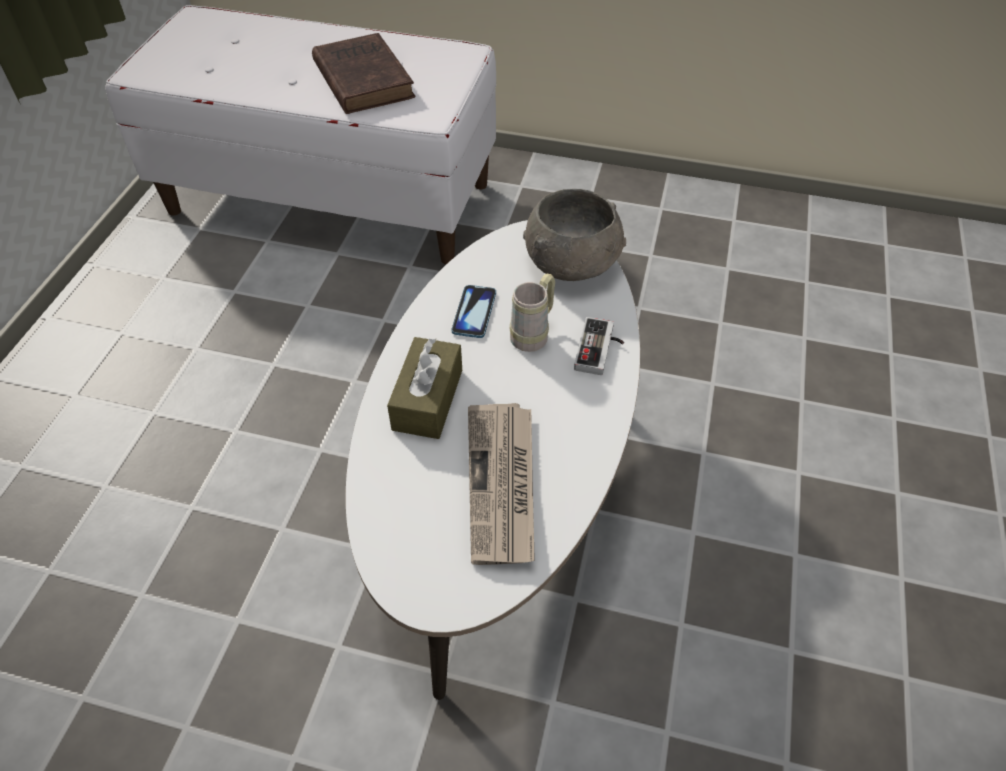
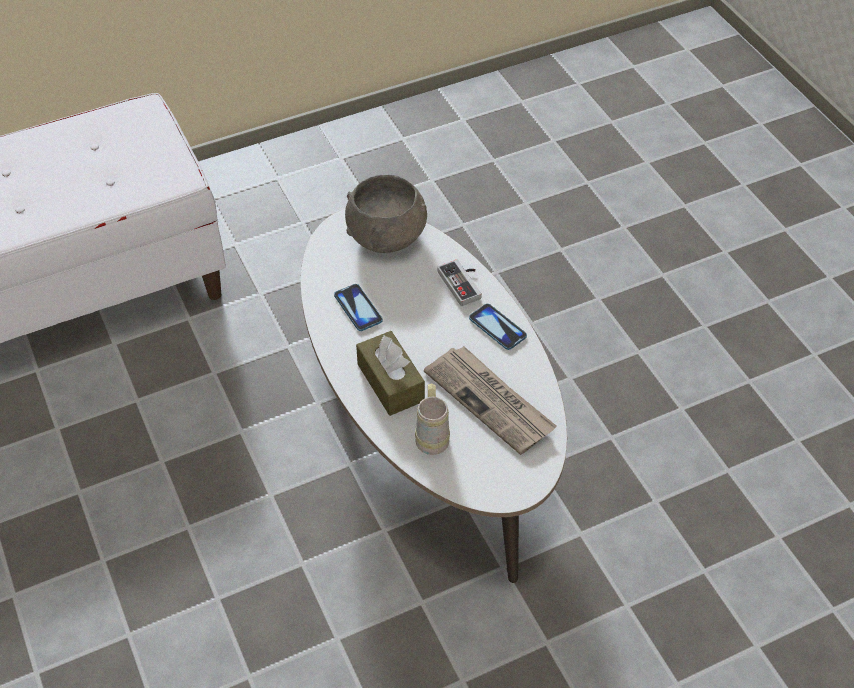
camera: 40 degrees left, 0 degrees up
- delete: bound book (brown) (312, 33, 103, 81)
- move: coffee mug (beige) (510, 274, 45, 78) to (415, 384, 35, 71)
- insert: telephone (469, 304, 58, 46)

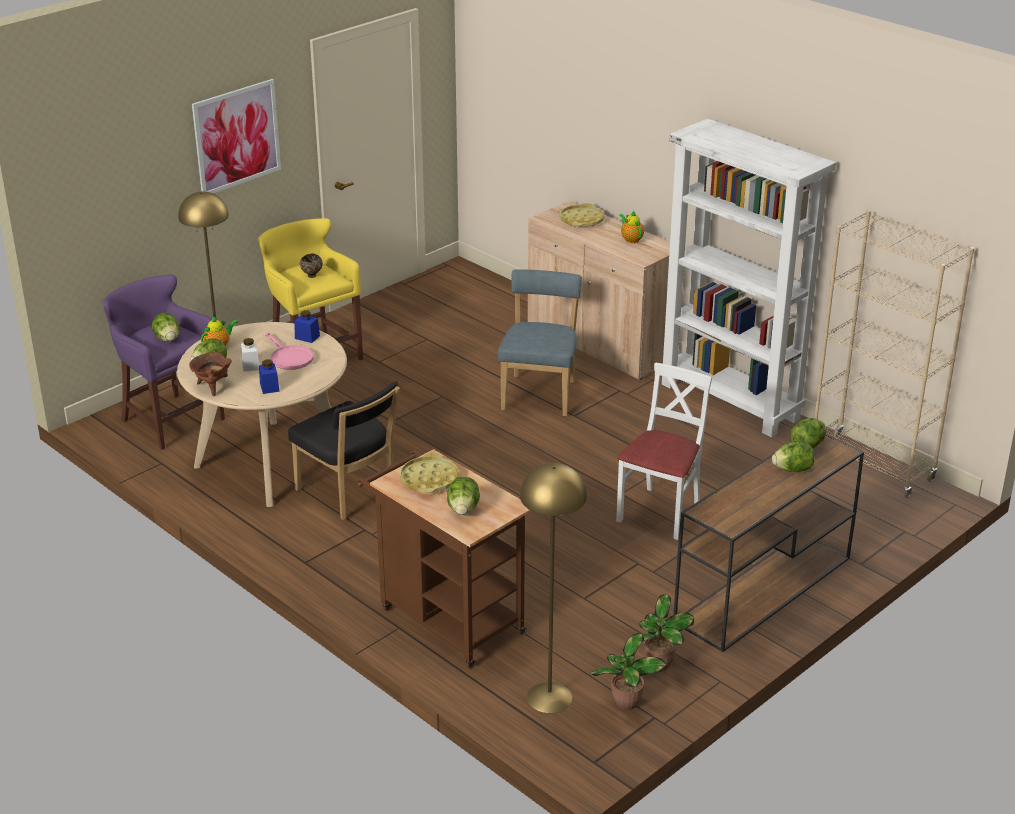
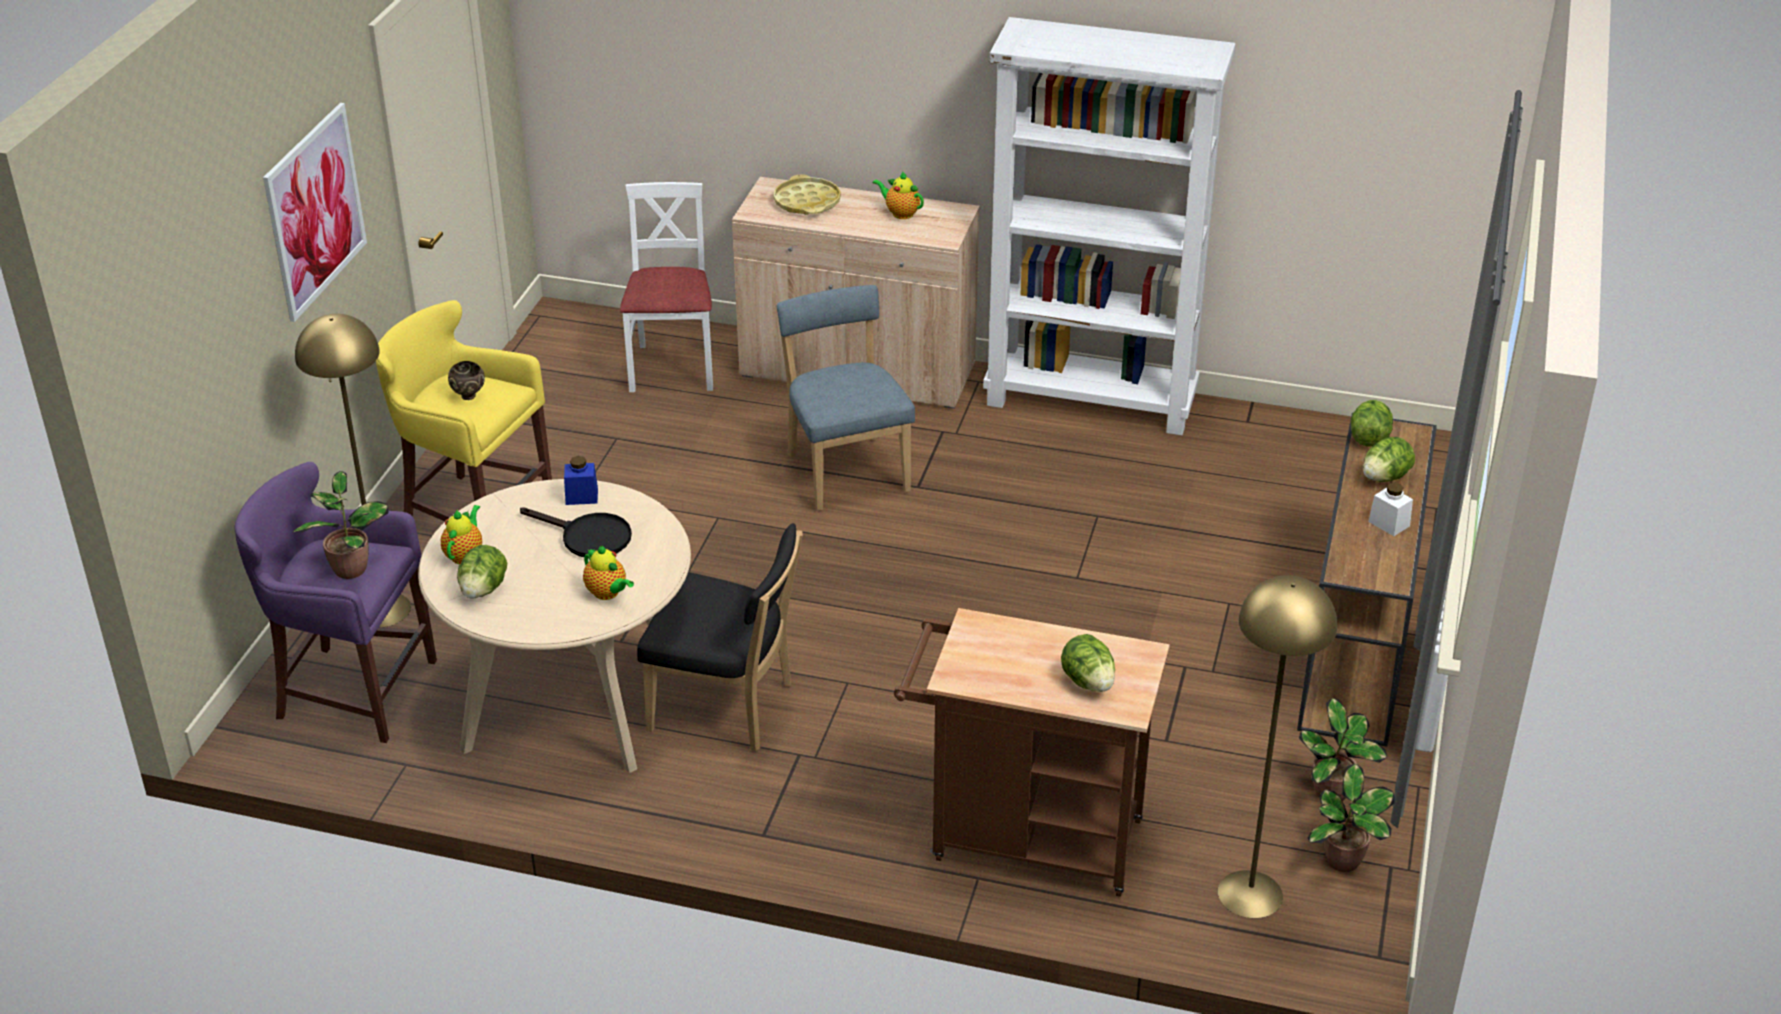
camera: 30 degrees left, 5 degrees up
- delete: shelving unit (beige) (814, 210, 160, 288)
- replace: lettuce (152, 313, 27, 29) to plant in a pot (293, 471, 96, 108)
- recolor: frying pan (pinkish) (266, 332, 47, 38) to frying pan (black-coloured) (520, 507, 112, 50)
- move: preserve jar (whitish) (241, 338, 18, 34) to (1368, 483, 45, 53)
- delete: saucepot (brown) (189, 352, 43, 44)
- replace: preserve jar (blue) (259, 359, 21, 35) to pot for tea (583, 546, 51, 54)
- move: upright chair (whitish) (616, 362, 96, 178) to (620, 182, 93, 210)
- delete: carrying tray (yellow) (400, 453, 59, 40)

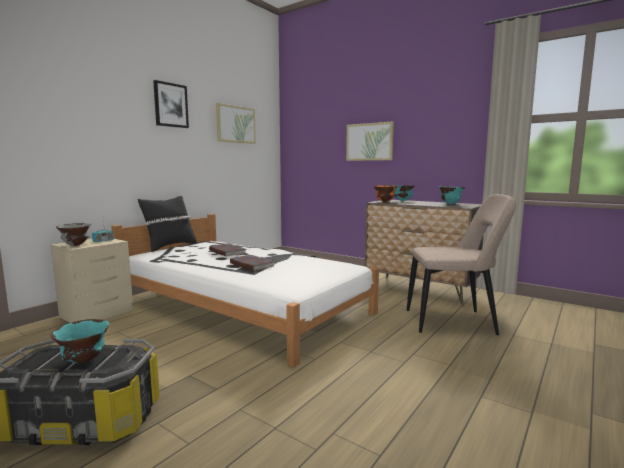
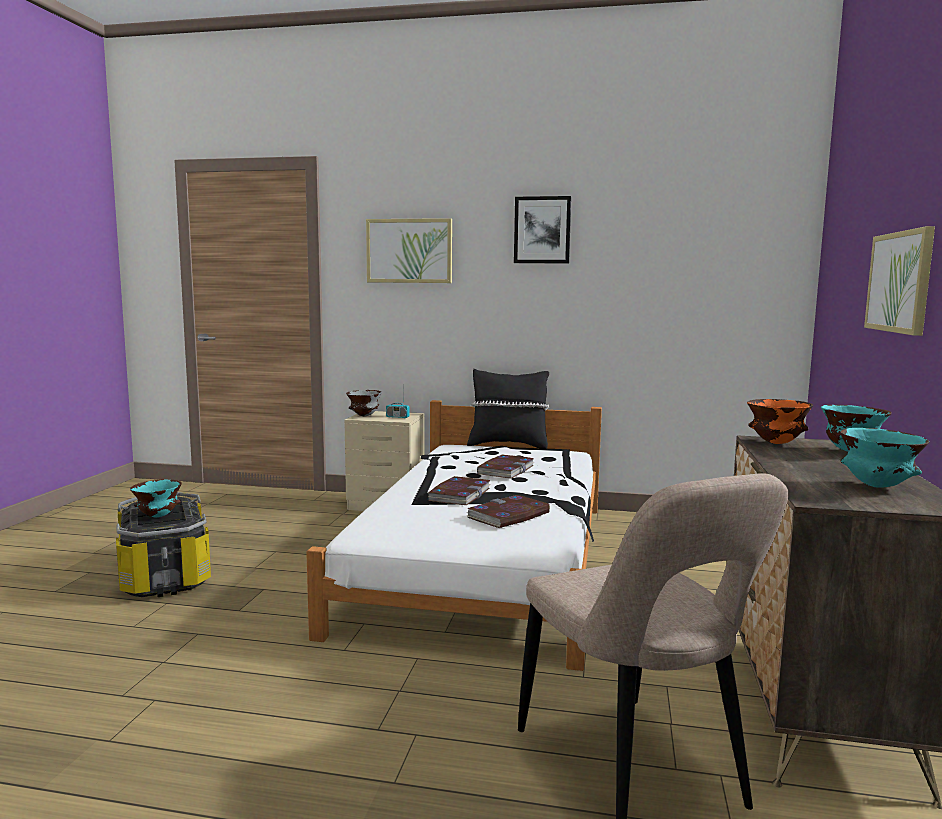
camera: 65 degrees right, 0 degrees up
- move: wall picture (216, 103, 40, 41) to (366, 218, 86, 65)
- insert: bound book (467, 495, 83, 33)

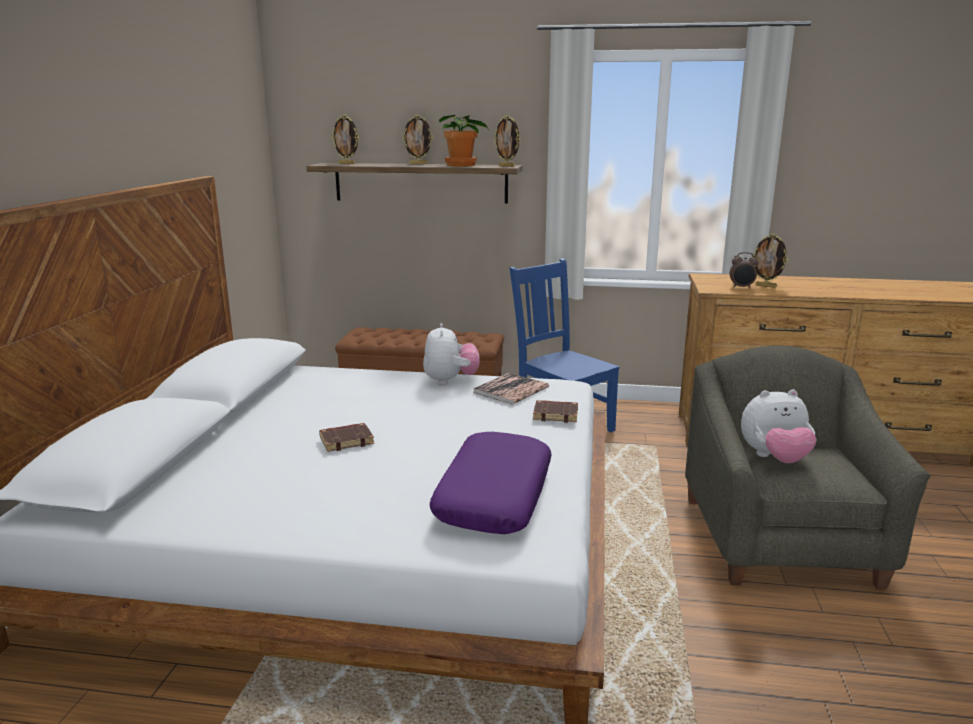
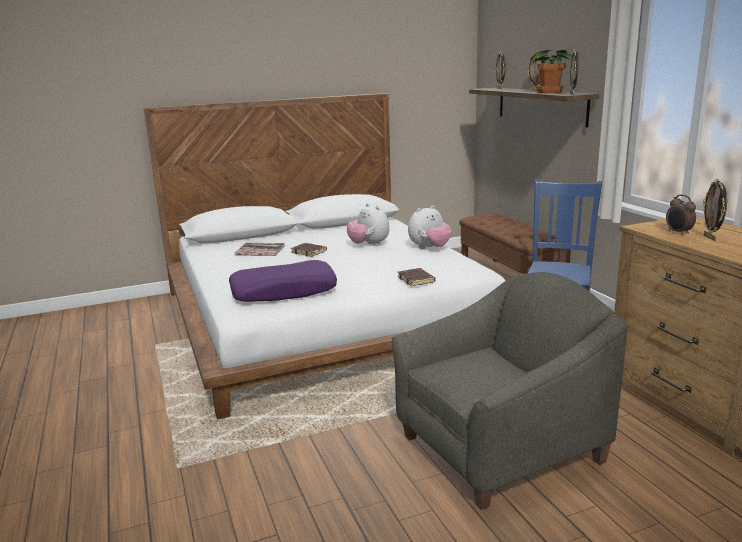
camera: 60 degrees right, 0 degrees up
- move: bound book (473, 373, 76, 32) to (235, 243, 49, 13)
- move: soft toy (741, 389, 76, 74) to (347, 203, 42, 43)

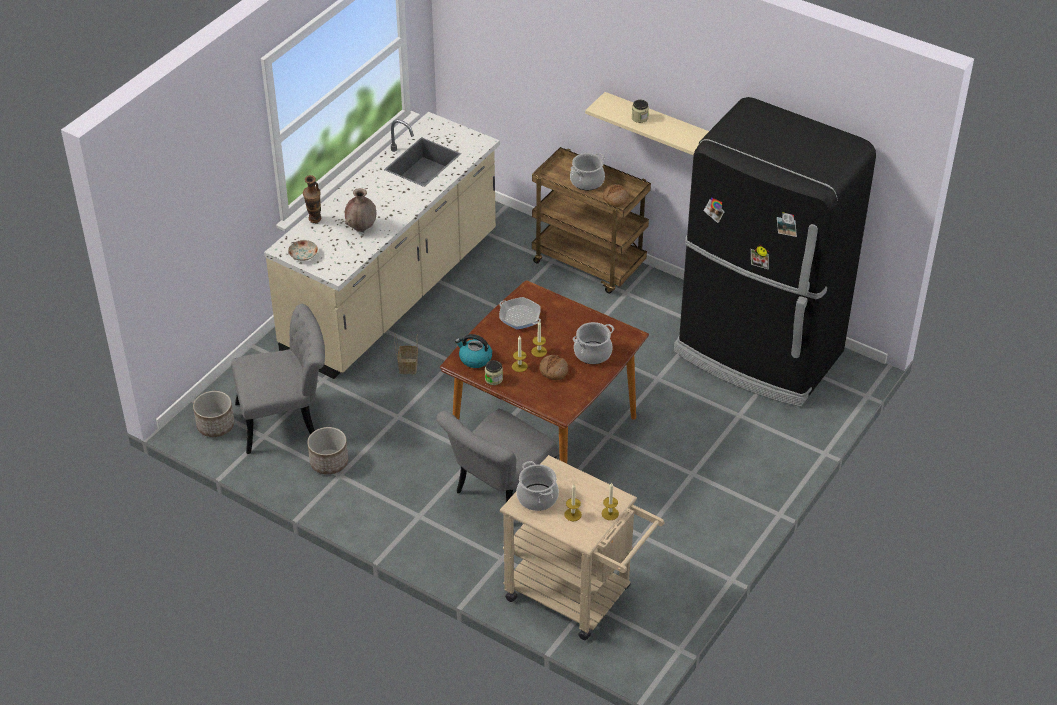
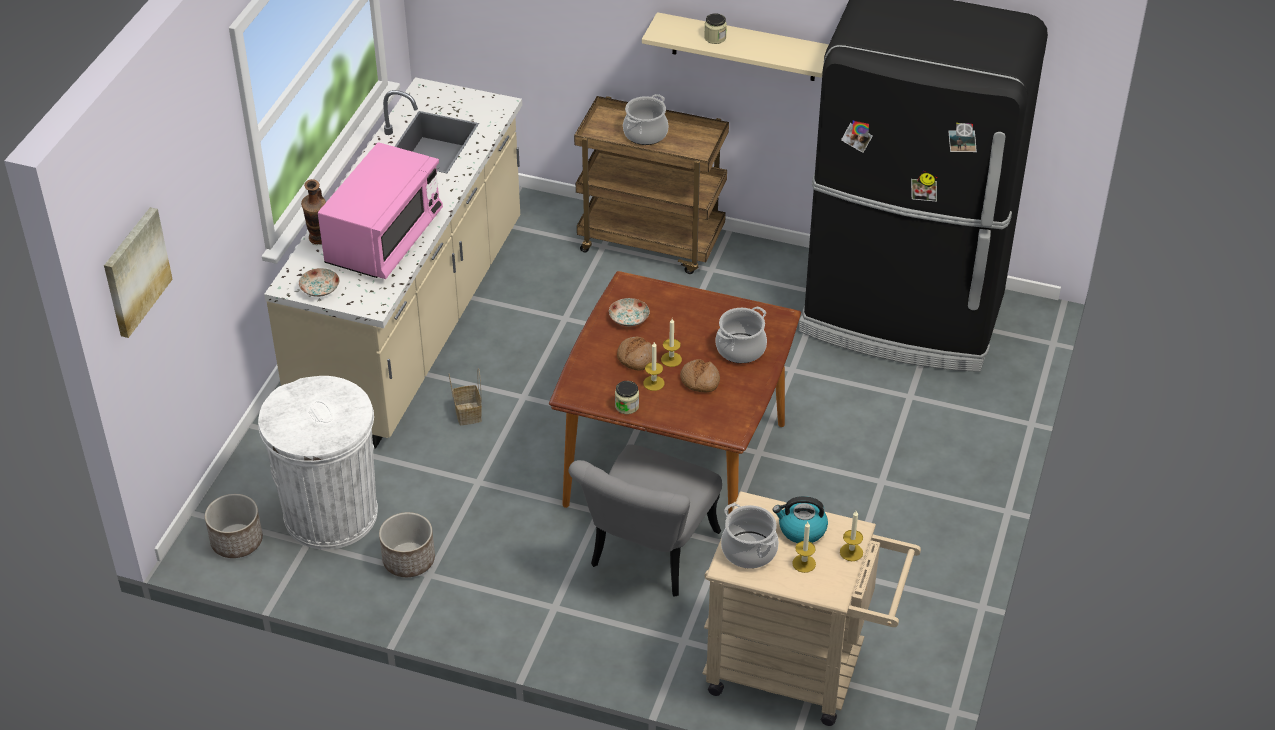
camera: 15 degrees left, 0 degrees up
- move: bread (603, 184, 26, 23) to (617, 337, 35, 34)
- replace: flower vase (brown) (345, 188, 31, 44) to microwave (pinkish) (318, 142, 125, 137)
- replace: frying pan (499, 297, 42, 32) to flat dish (609, 298, 41, 28)
- replace: upright chair (gray) (231, 304, 94, 150) to trash can (whitish) (258, 376, 120, 173)
- move: water kettle (455, 334, 37, 34) to (773, 496, 55, 47)
- insert: wall picture (104, 207, 69, 131)

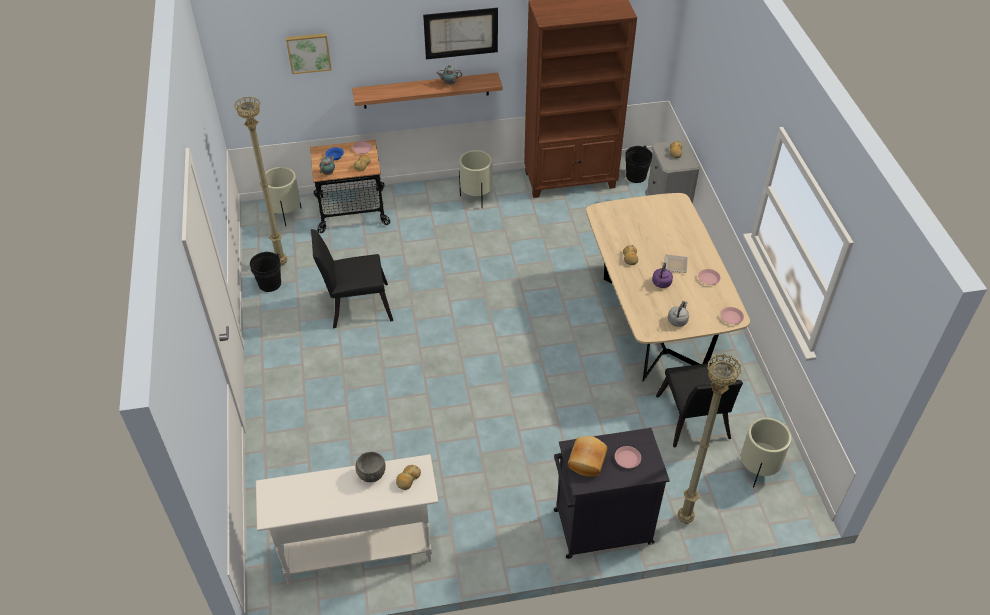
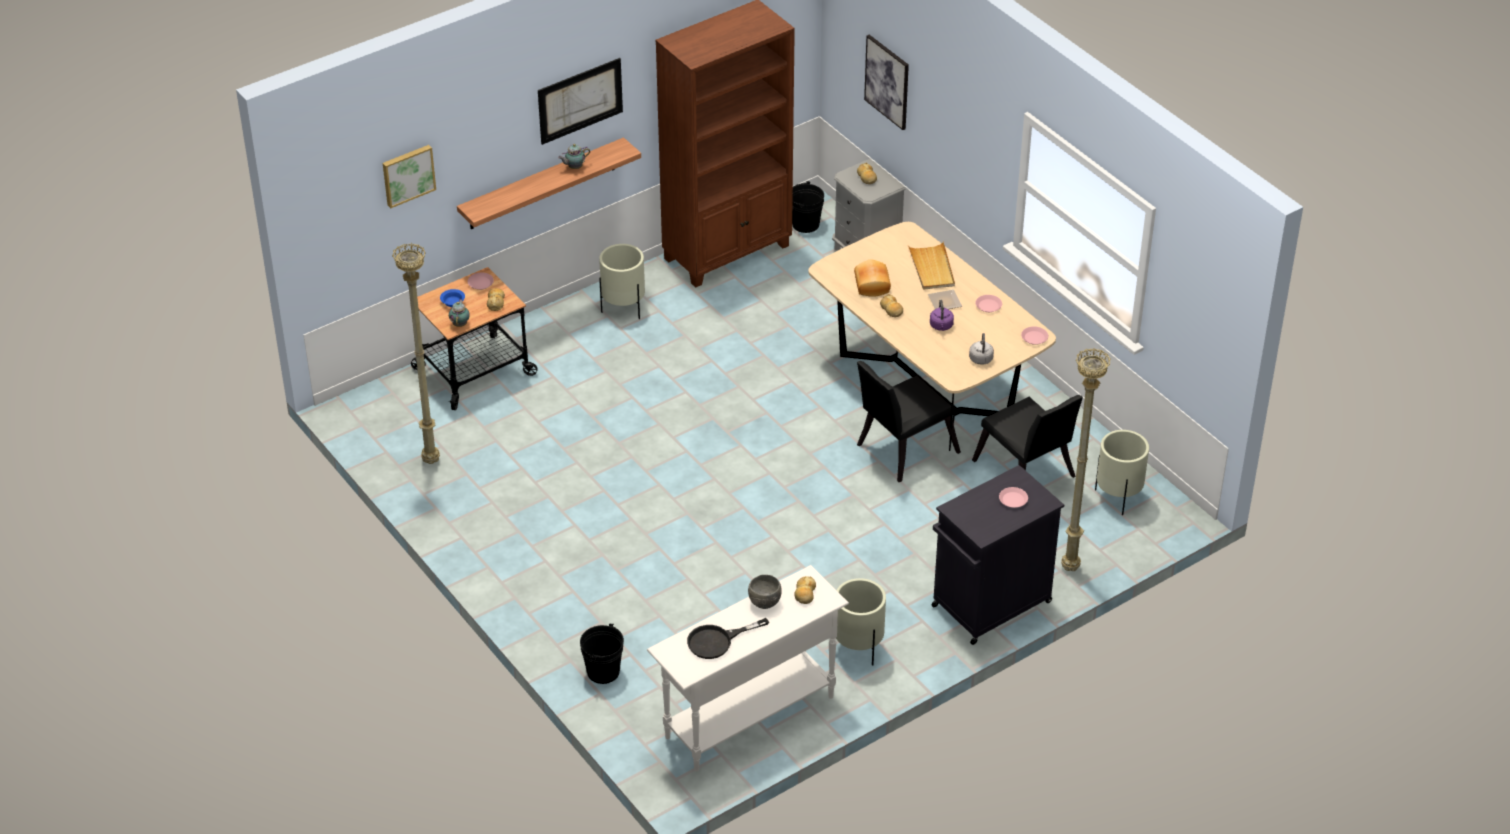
camera: 25 degrees left, 5 degrees down
- move: plant pot (beige) (265, 167, 36, 59) to (836, 578, 50, 88)
- move: upright chair (black-coloured) (311, 229, 82, 99) to (857, 361, 104, 121)
- move: bucket (black-coloured) (250, 252, 31, 40) to (580, 623, 44, 61)
- move: bread (568, 436, 40, 41) to (854, 260, 37, 37)
- insert: wall picture (864, 35, 45, 95)
- insert: carrying tray (beige) (908, 241, 47, 49)
- insert: frying pan (black-coloured) (687, 618, 82, 41)

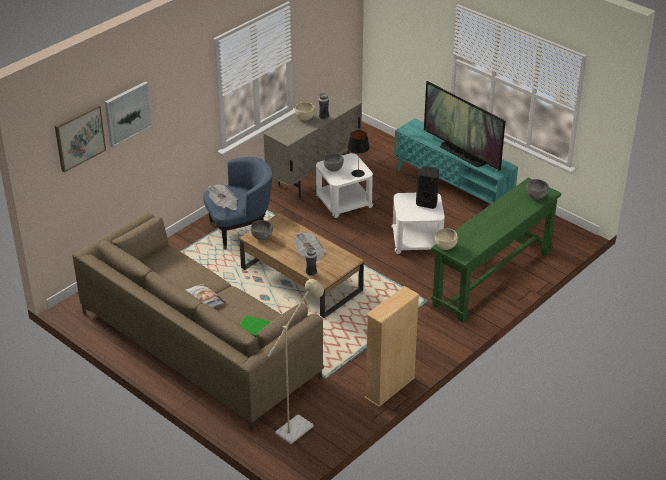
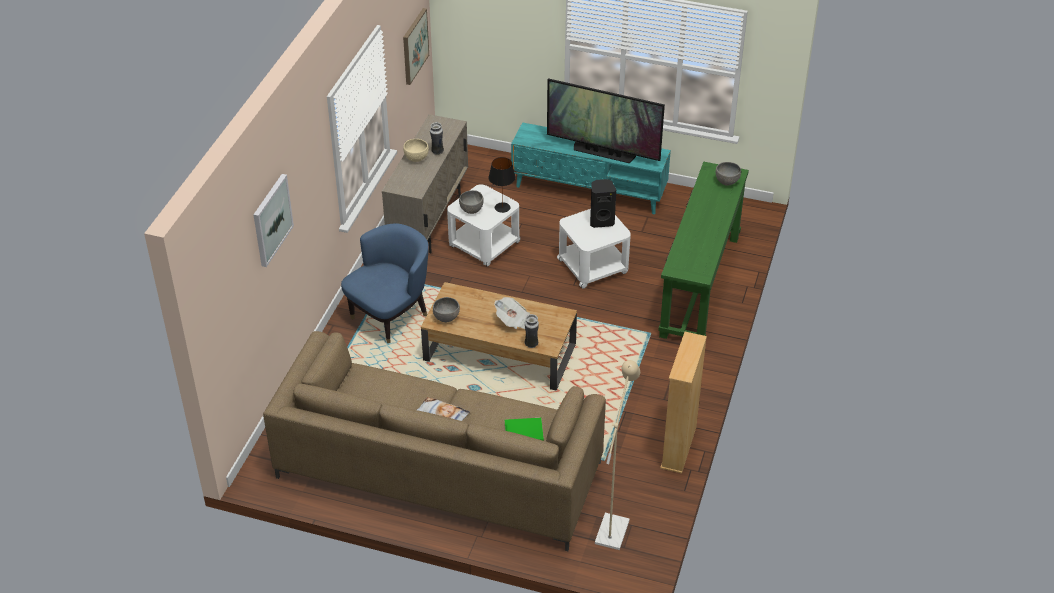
camera: 25 degrees left, 5 degrees up
- move: wall picture (55, 104, 51, 68) to (403, 8, 26, 77)
- delete: daily paper (208, 185, 30, 25)
- delete: serving bowl (beige) (435, 228, 23, 22)

